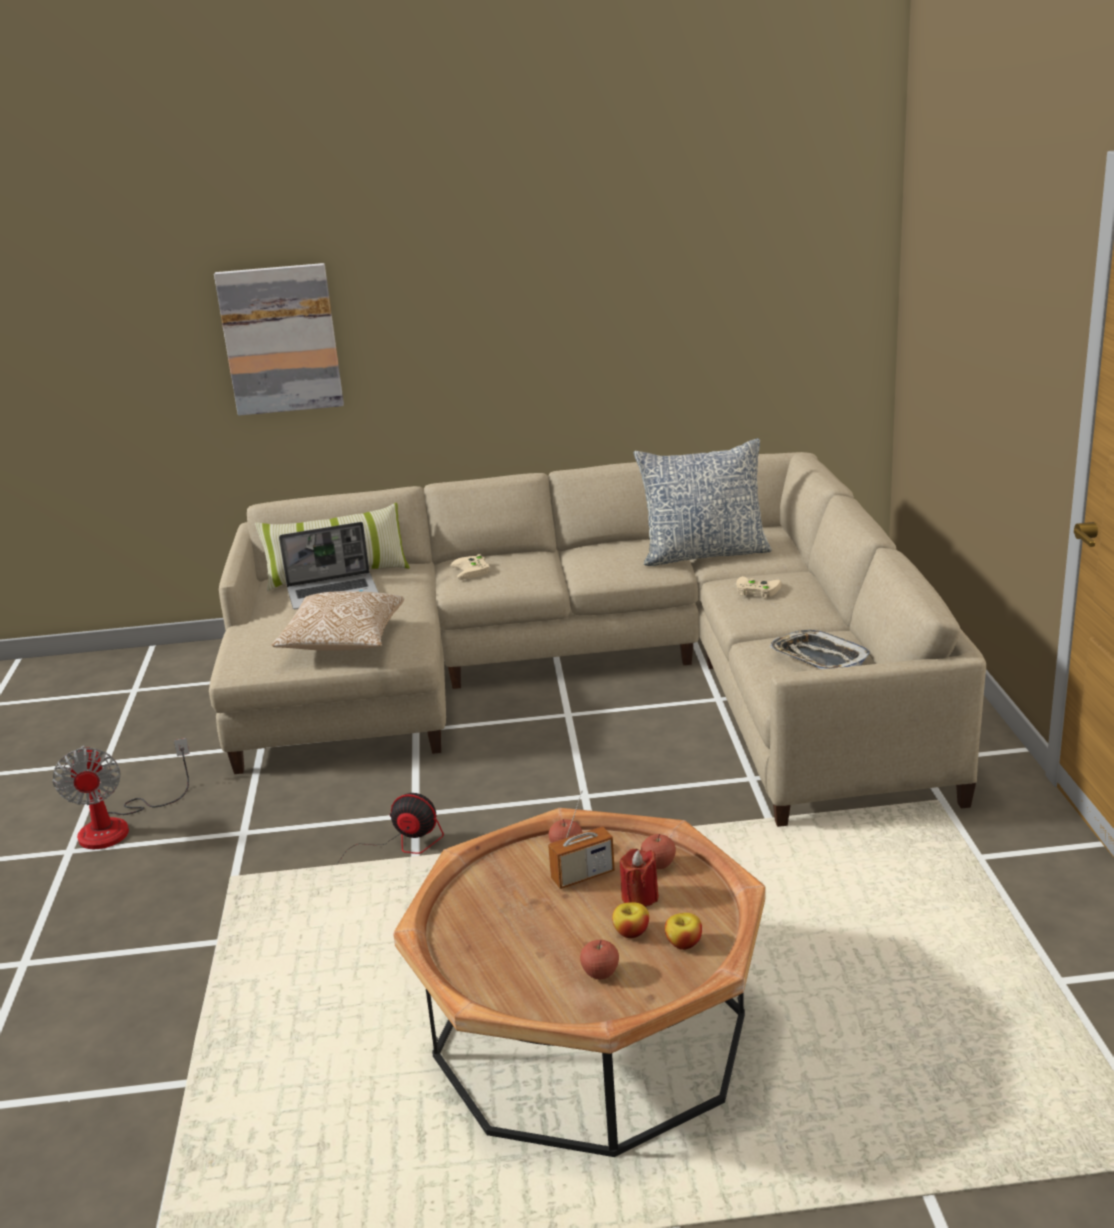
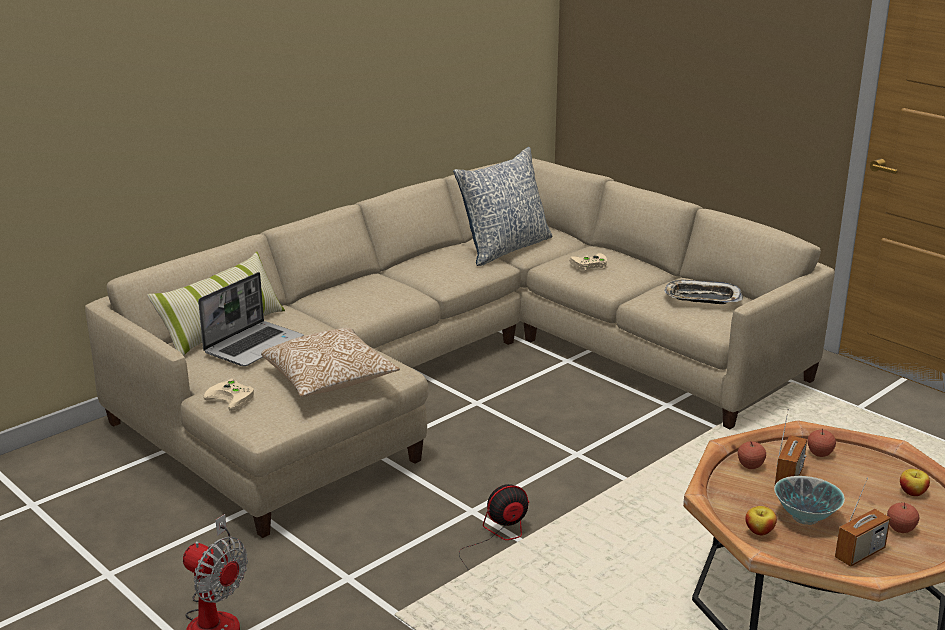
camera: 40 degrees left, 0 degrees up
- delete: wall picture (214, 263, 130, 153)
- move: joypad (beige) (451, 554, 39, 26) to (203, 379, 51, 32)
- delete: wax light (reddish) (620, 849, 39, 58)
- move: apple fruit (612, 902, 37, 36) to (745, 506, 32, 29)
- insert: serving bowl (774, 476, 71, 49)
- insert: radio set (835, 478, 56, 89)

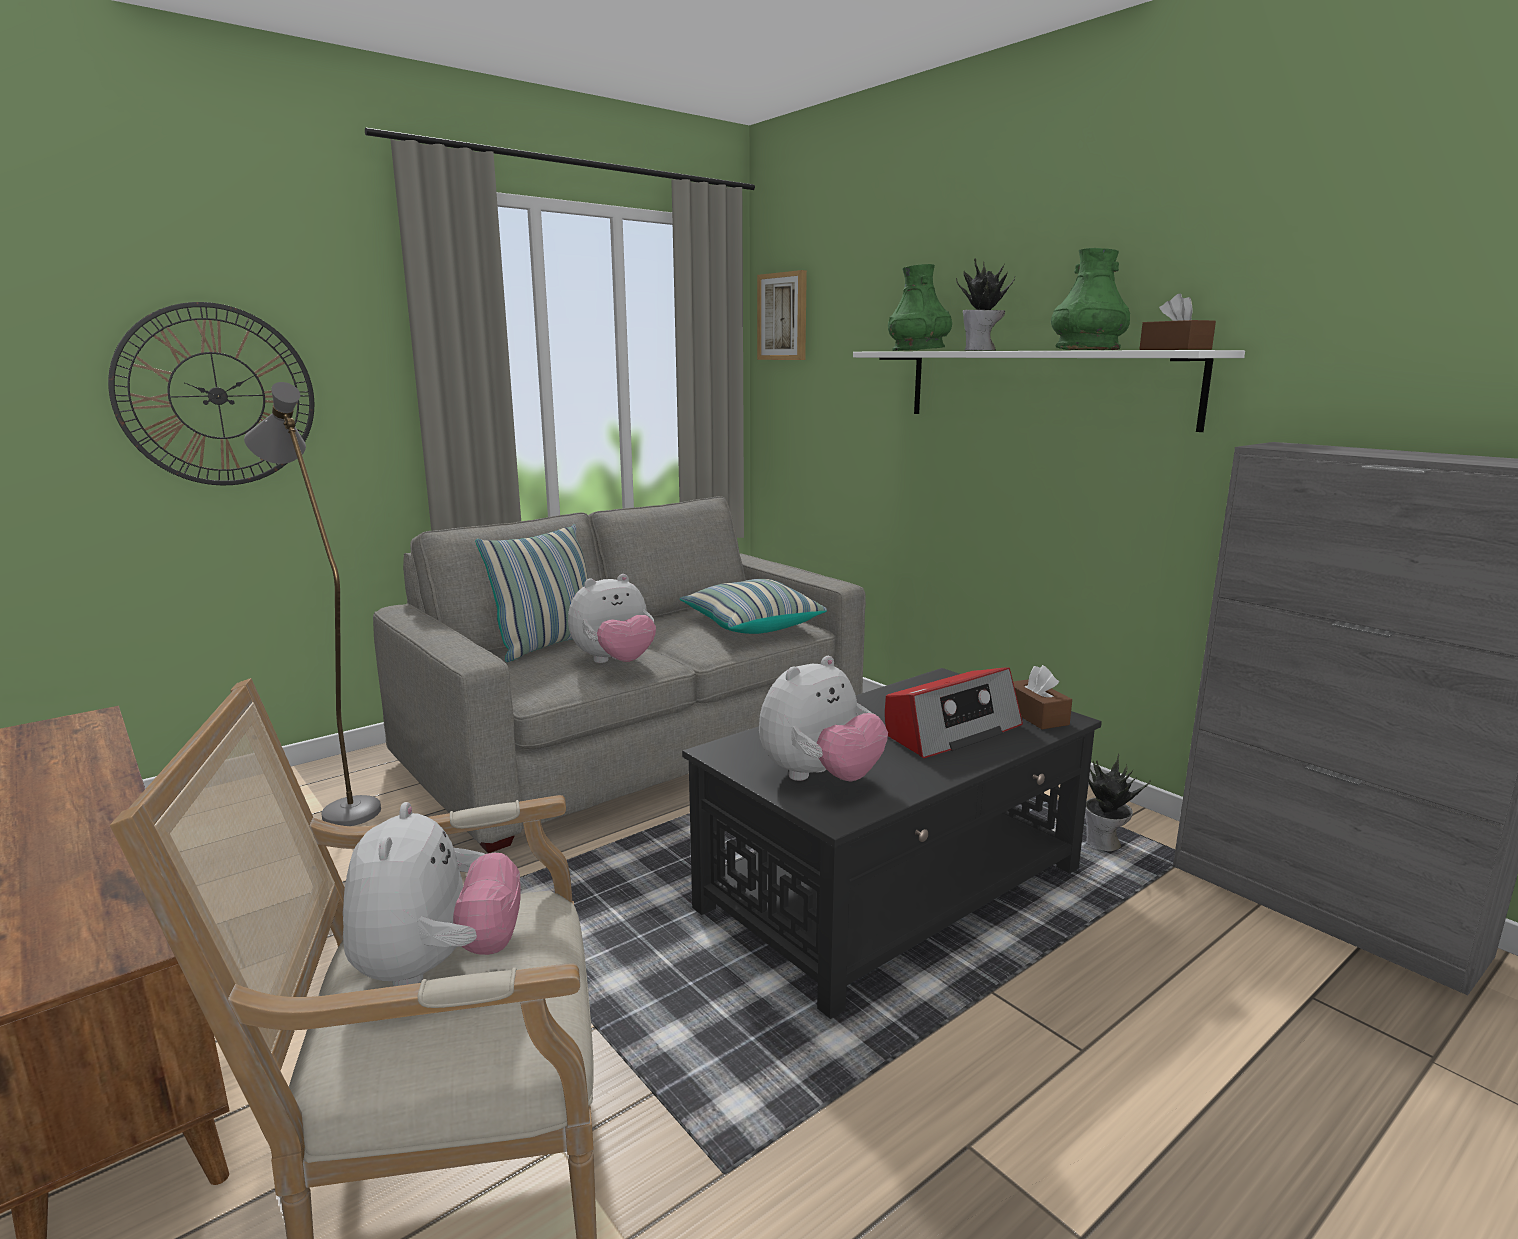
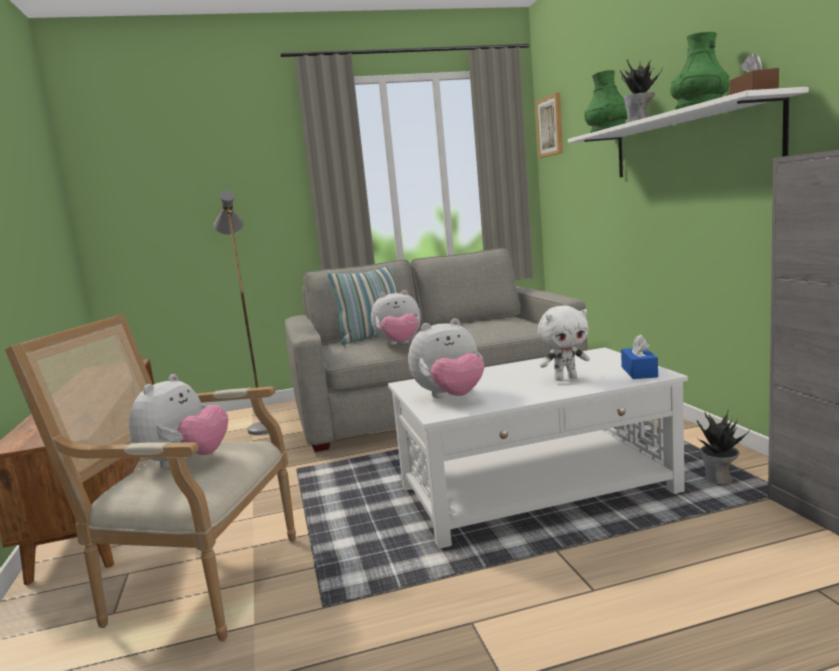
camera: 25 degrees right, 5 degrees down
- delete: clock on the wall (108, 302, 206, 183)
- delete: cushion (680, 579, 147, 55)
- recolor: box of tissues (brown) (1013, 665, 59, 64) to box of tissues (blue) (621, 334, 37, 45)
- replace: radio set (885, 667, 138, 91) to soft toy (whitish) (538, 306, 52, 75)
- recolor: coffee table (black-coloured) (682, 668, 420, 351) to coffee table (whitish) (388, 348, 300, 201)

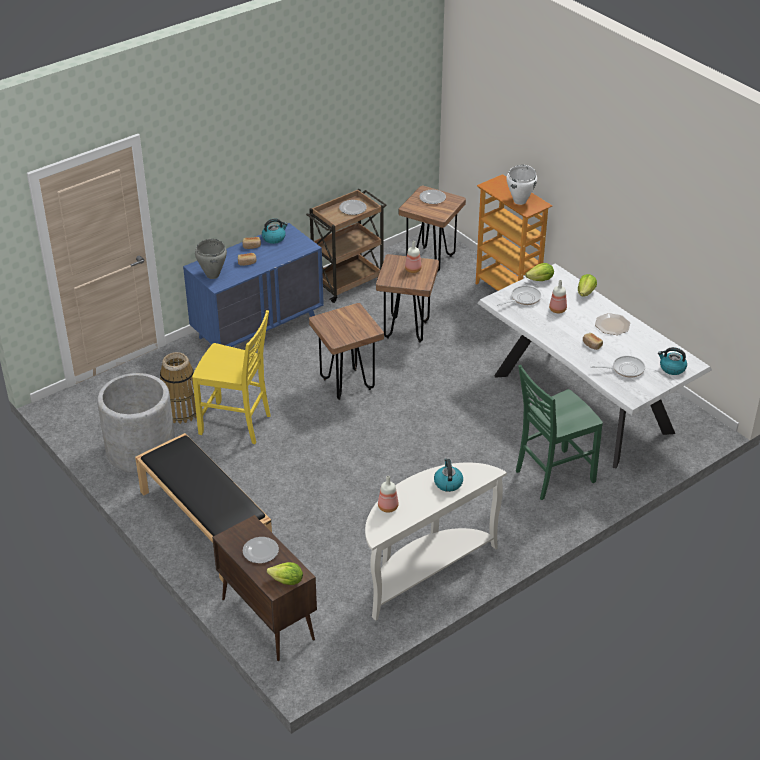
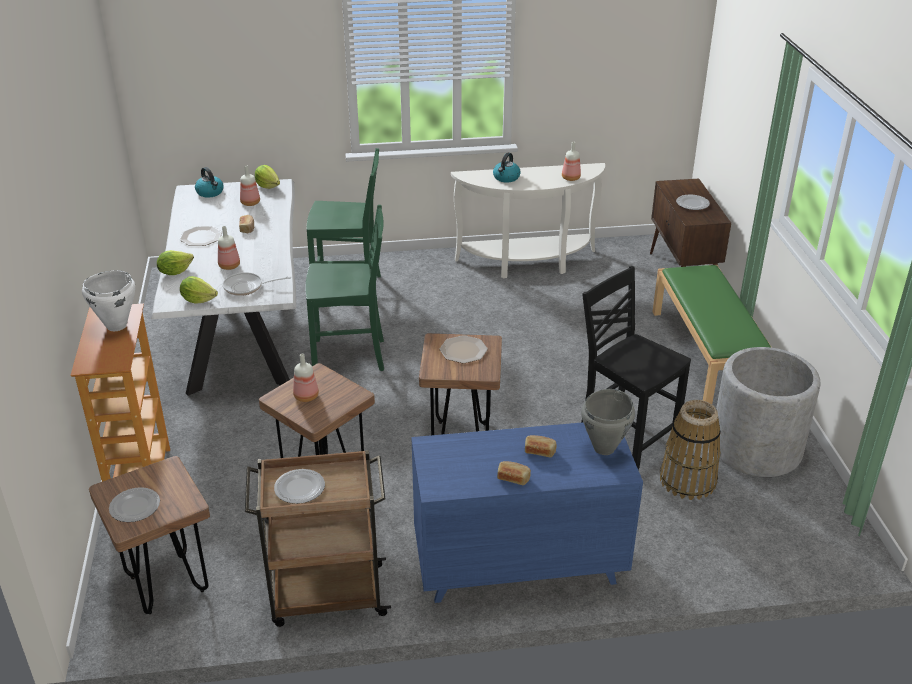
camera: 150 degrees left, 5 degrees down
- delete: water kettle (262, 218, 26, 26)
- recolor: upright chair (yellow) (192, 310, 79, 134) to upright chair (black-coloured) (581, 266, 110, 204)
- replace: frying pan (590, 356, 55, 22) to drink bottle (240, 165, 20, 41)
- recolor: indoor bench (black-coloured) (135, 433, 137, 149) to indoor bench (green) (653, 265, 119, 139)
- move: lettuce (267, 562, 36, 23) to (255, 165, 25, 24)
- insert: upright chair (green) (305, 205, 79, 166)
- insert: flat dish (440, 335, 48, 28)

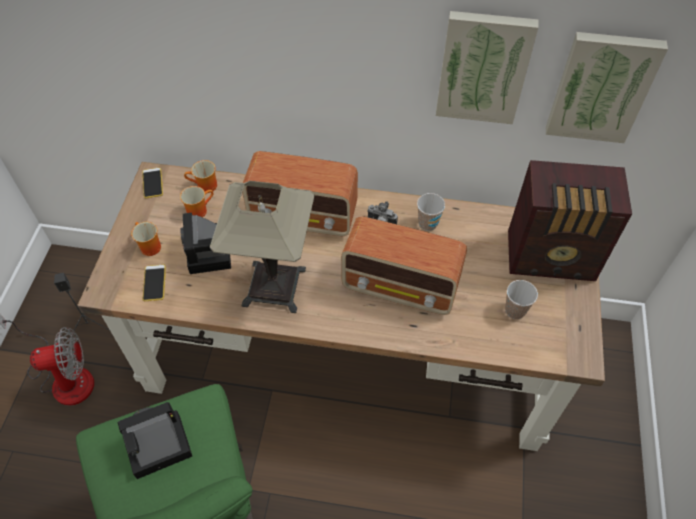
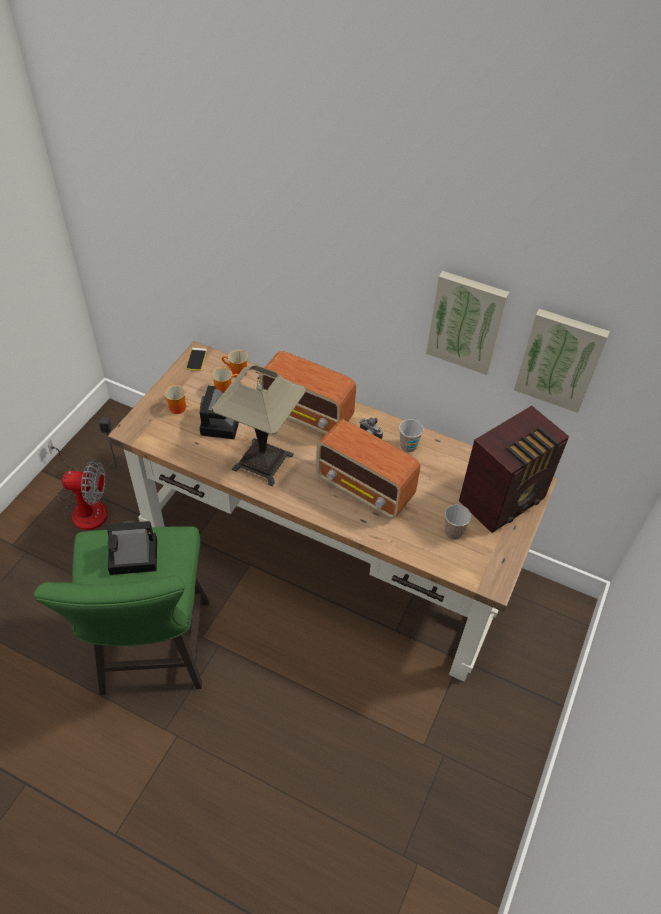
camera: 15 degrees right, 5 degrees down
- rotate: radio set (508, 160, 124, 121) = (459, 406, 110, 127) 60 degrees counterclockwise
- delete: telephone (142, 264, 24, 37)

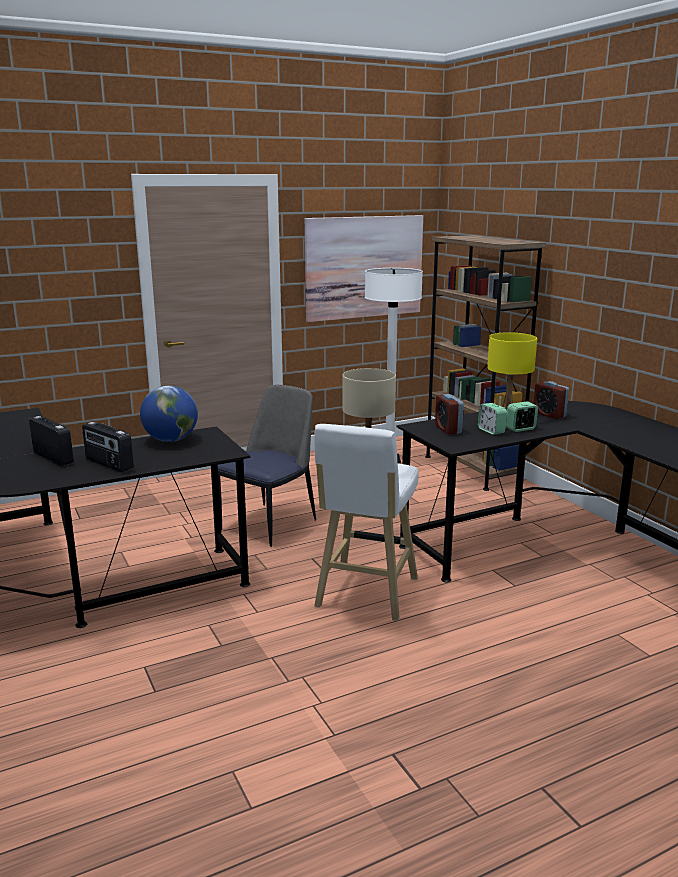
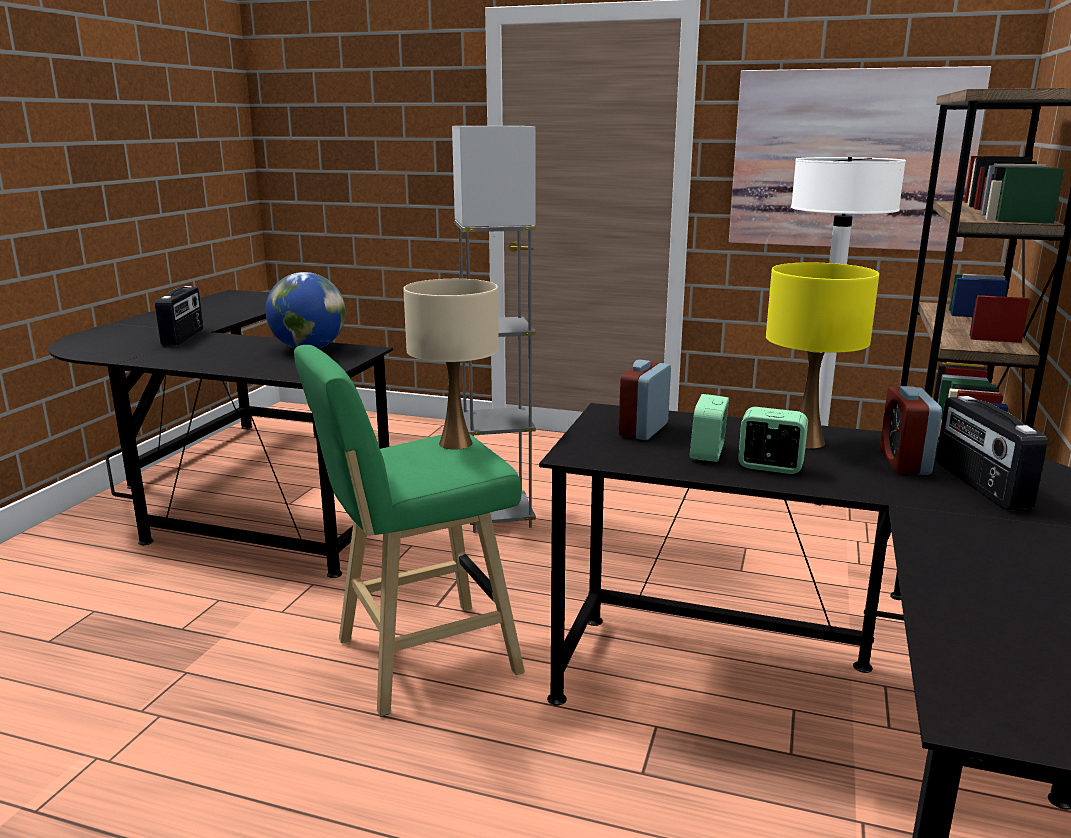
camera: 45 degrees right, 0 degrees up
- replace: upright chair (218, 385, 98, 162) to standard lamp (gray) (452, 126, 84, 407)
- move: radio set (82, 422, 52, 50) to (936, 396, 112, 114)
- recolor: sitting stool (whitish) (314, 424, 105, 197) to sitting stool (green) (294, 345, 231, 372)

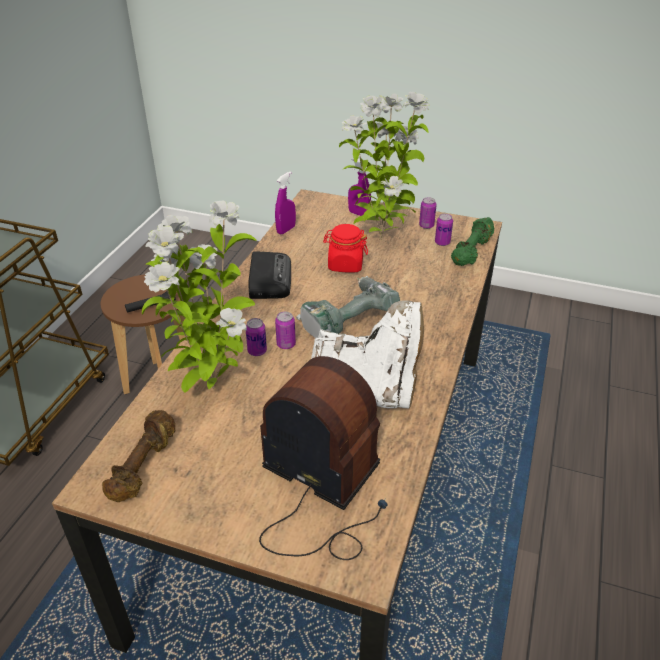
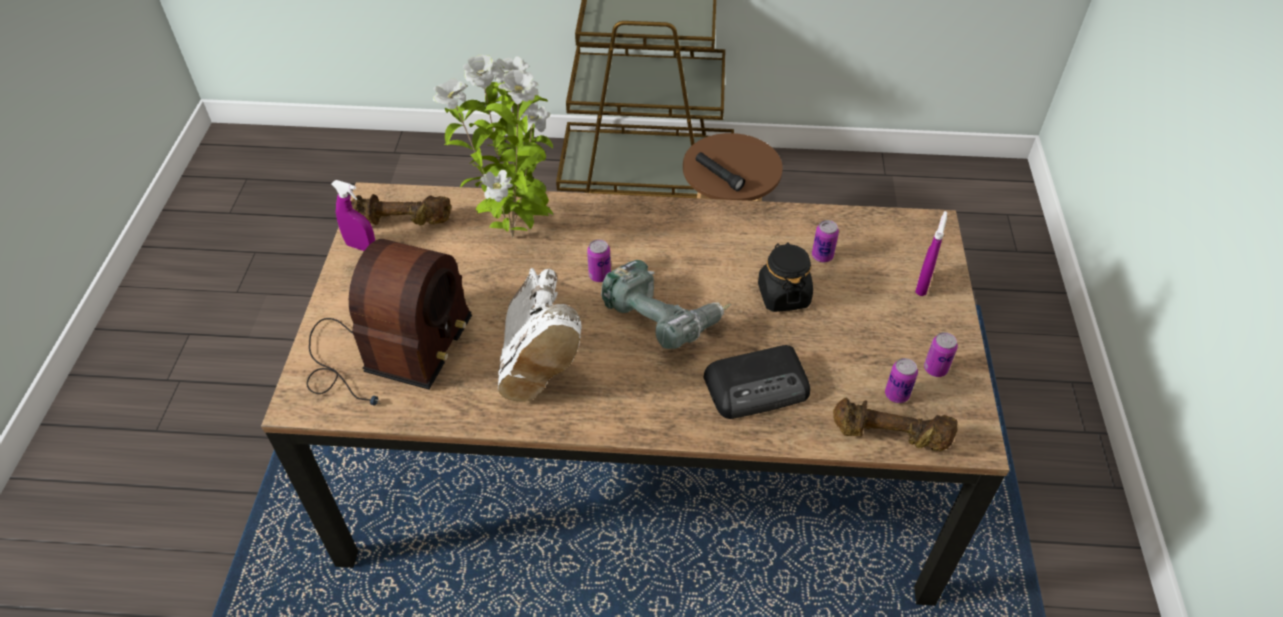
camera: 75 degrees right, 10 degrees up
- delete: plant in a pot (339, 92, 91, 148)
- move: spray bottle (purplish) (275, 172, 21, 63) to (331, 180, 44, 71)
- recolor: hand weight (green) (451, 217, 43, 49) to hand weight (brown) (833, 397, 125, 55)
- recolor: preserve jar (reddish) (323, 224, 45, 49) to preserve jar (black-coloured) (758, 242, 55, 70)
- move: radio set (248, 251, 43, 48) to (703, 345, 107, 74)
- move: can (246, 318, 21, 38) to (812, 220, 27, 42)

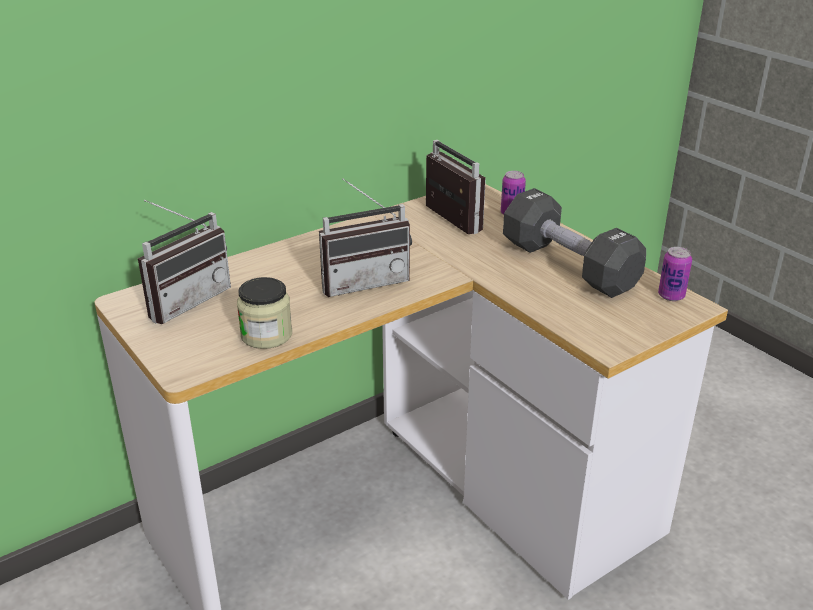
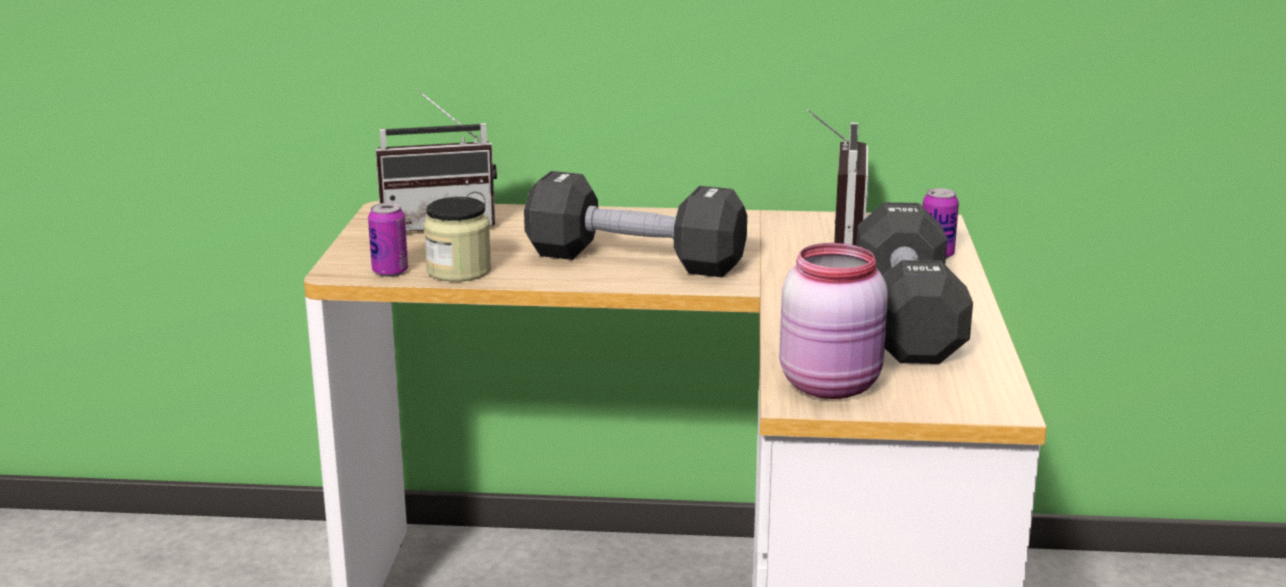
camera: 40 degrees right, 10 degrees down
- replace: radio set (319, 179, 93, 118) to hand weight (black-coloured) (524, 171, 223, 106)
- move: can (658, 247, 34, 54) to (368, 203, 40, 74)
- insert: preserve jar (pinkish) (779, 243, 109, 156)

